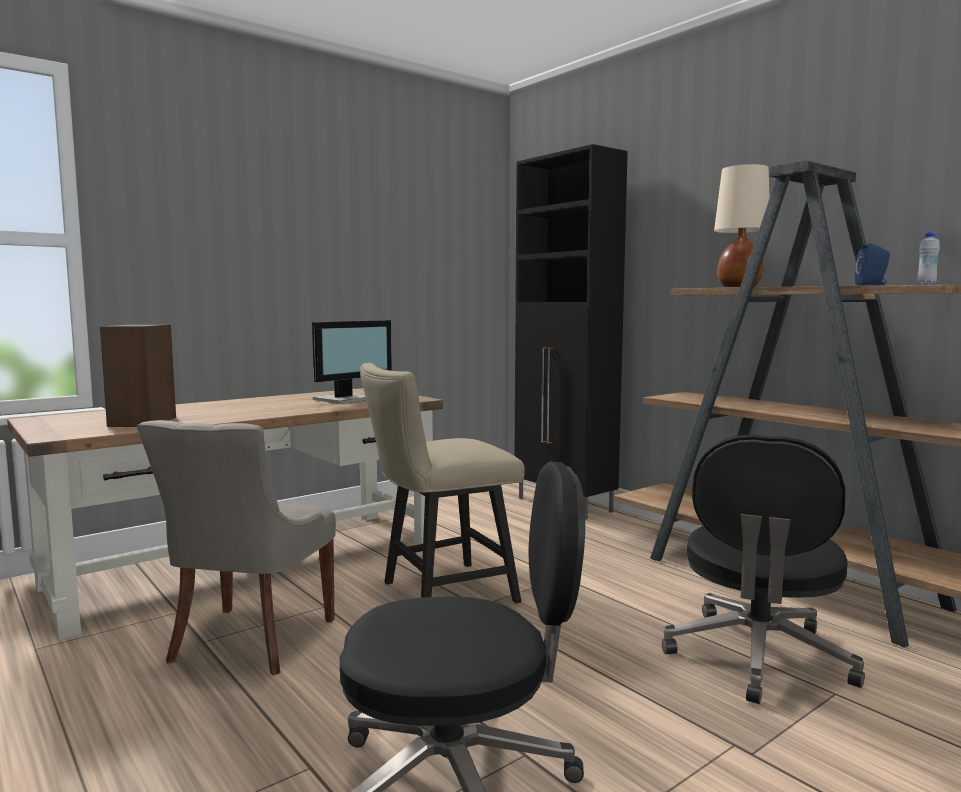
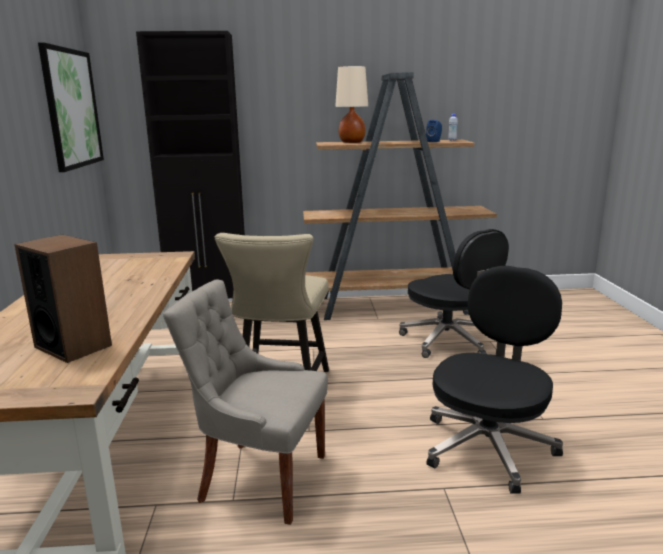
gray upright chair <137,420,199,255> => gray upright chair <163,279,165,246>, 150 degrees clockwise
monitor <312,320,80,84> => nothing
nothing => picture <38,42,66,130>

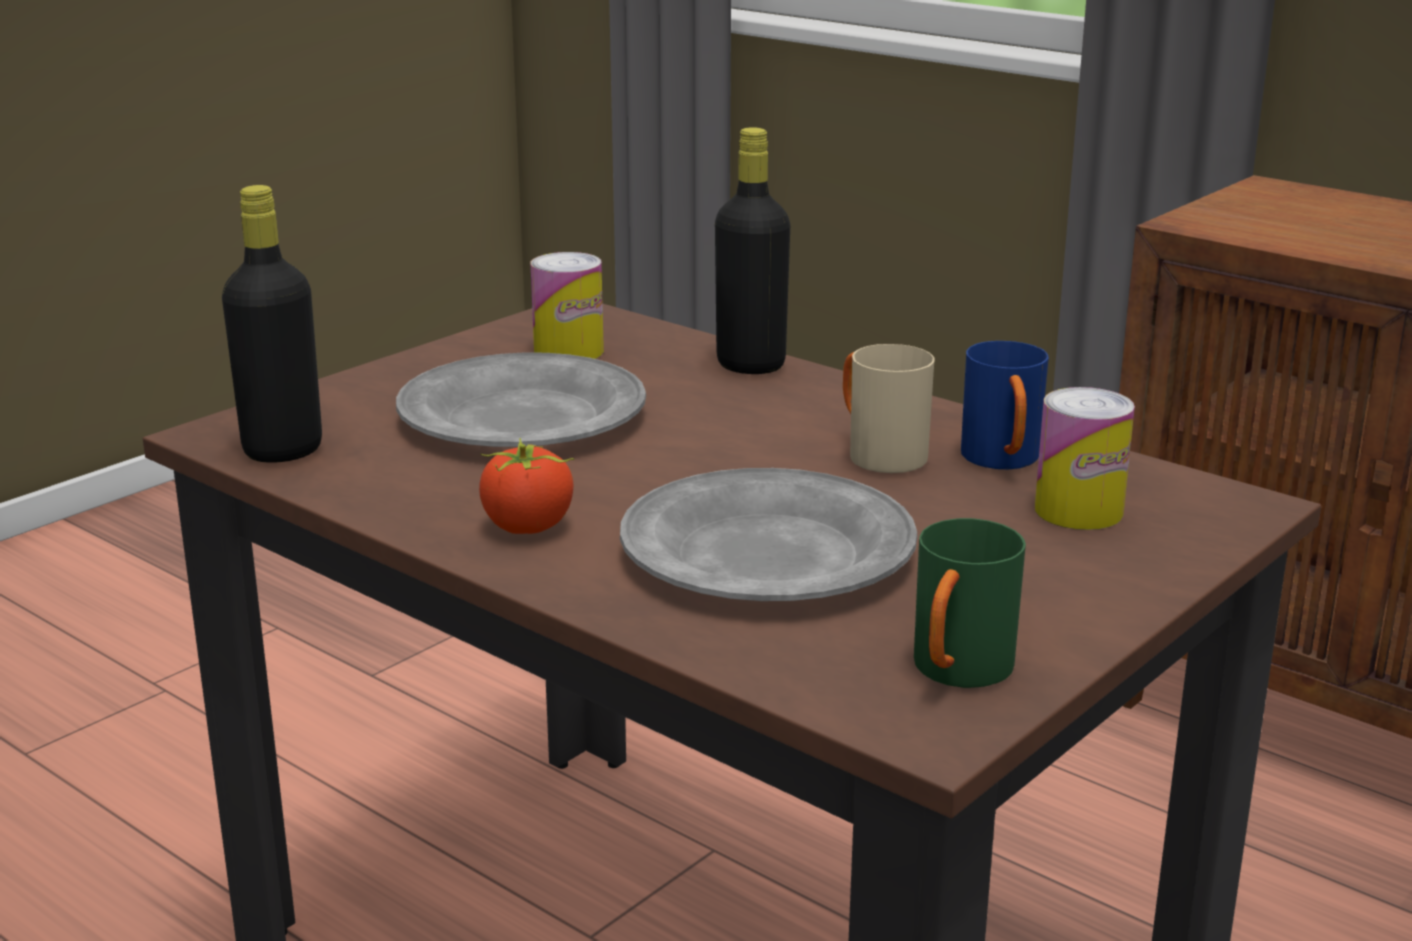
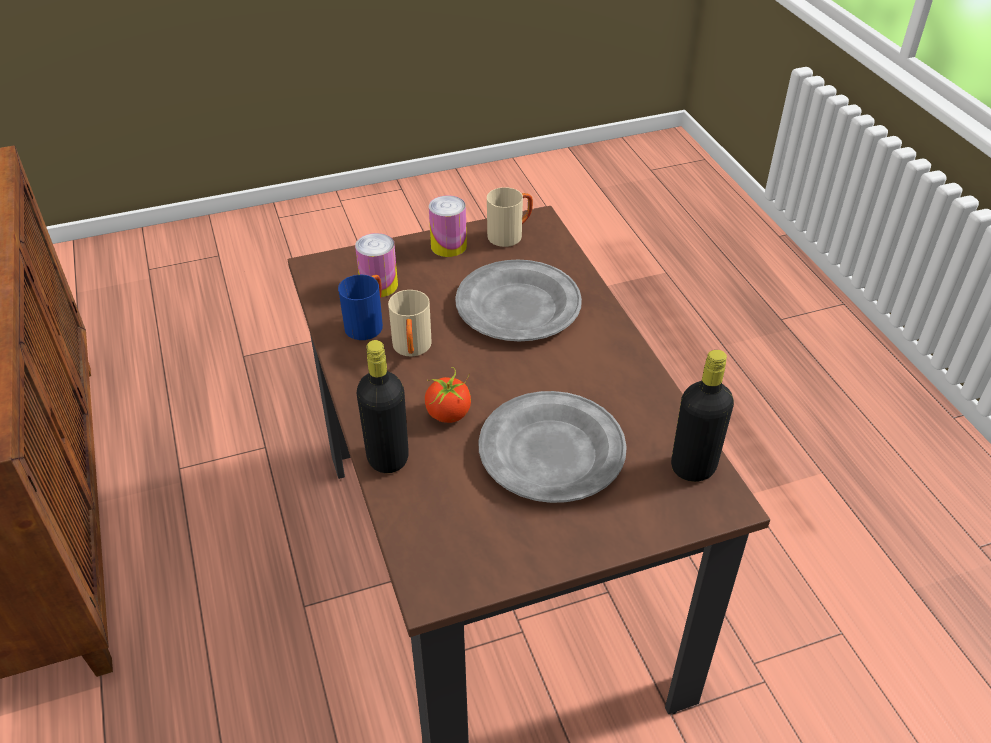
tomato <479,438,95,96> => tomato <425,367,46,56>, move
metal can <531,252,73,107> => metal can <429,195,38,62>, move
green tea mug <914,518,112,170> => beige-coloured tea mug <487,187,46,60>

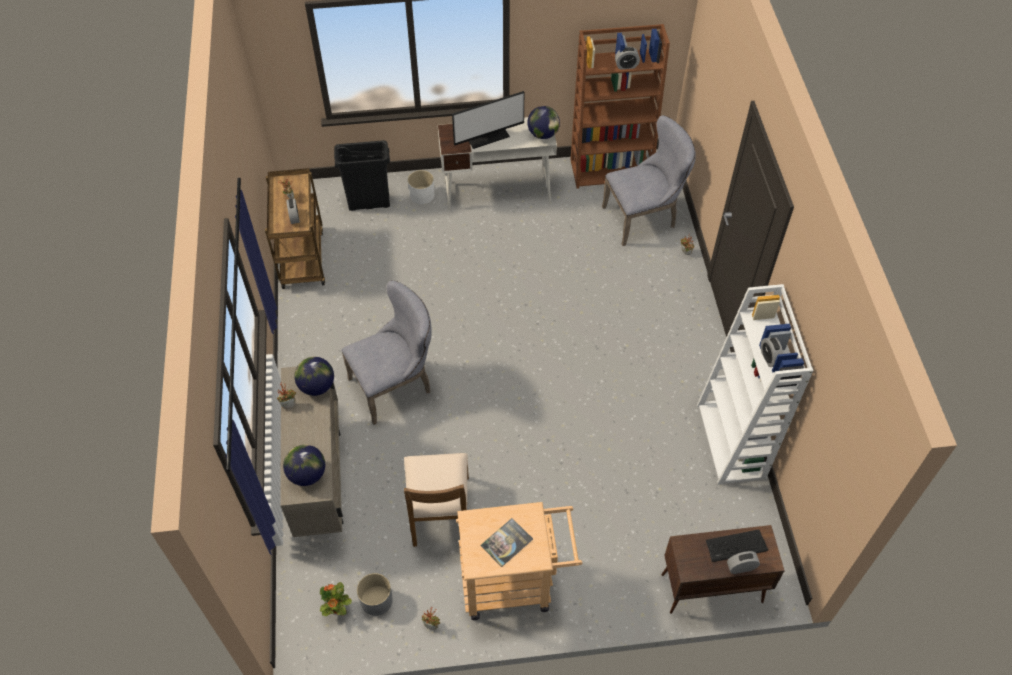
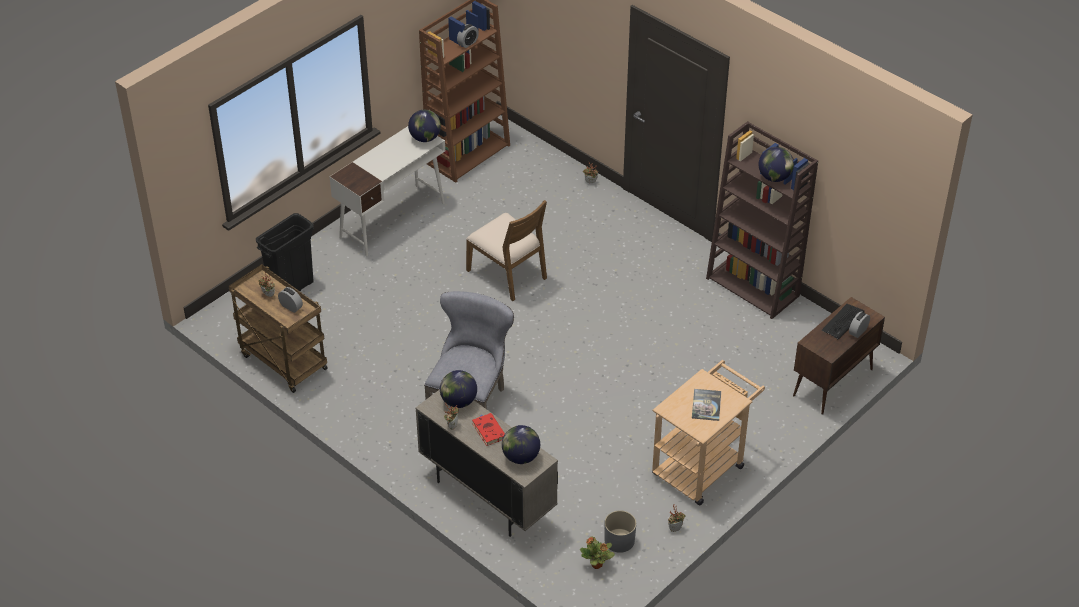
brown upright chair <404,453,65,94> => brown upright chair <466,200,81,101>, move
white-coloured flower pot <408,170,26,35> => nothing
monitor <452,91,72,58> => nothing
gray upright chair <602,115,94,131> => nothing
white-coloured shelving unit <697,284,116,200> => brown shelving unit <706,121,112,198>
table clock <761,338,22,29> => globe <759,147,35,35>
nothing => red volume <472,413,33,33>

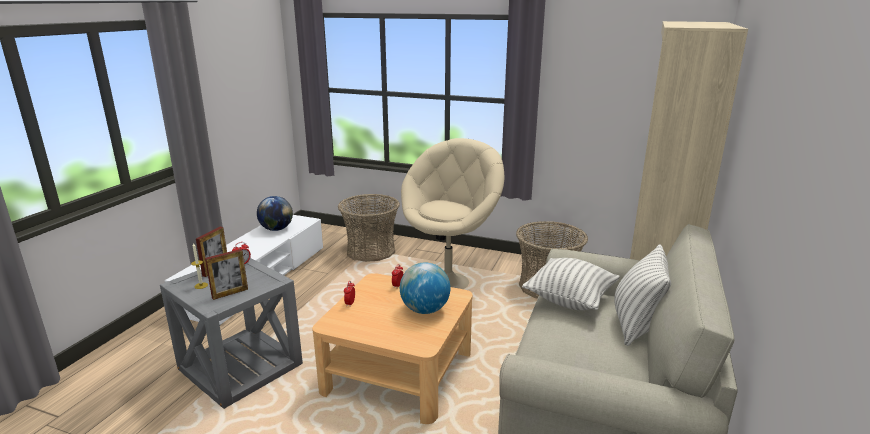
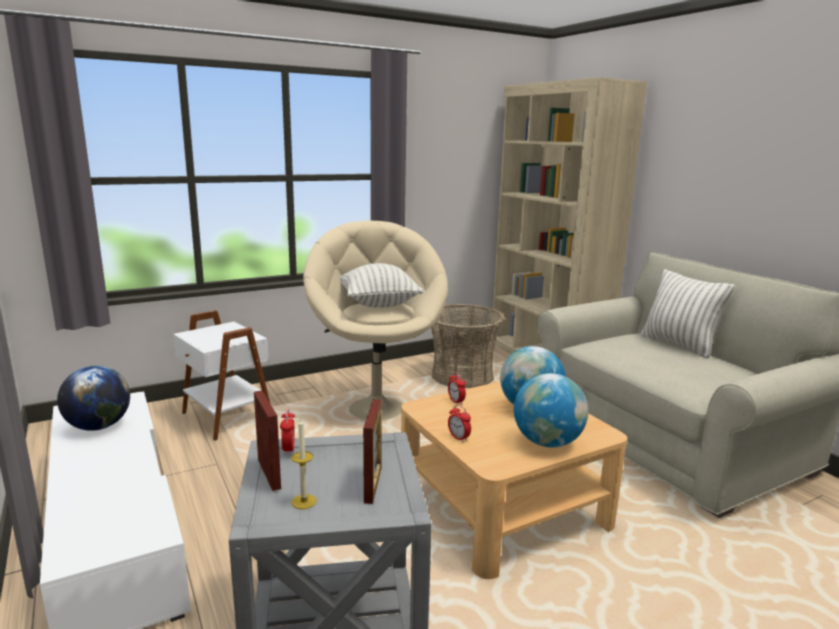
storage basket <338,194,62,68> => white-coloured side table <173,310,98,131>
pillow <522,258,98,52> => pillow <340,263,83,45>, move
nothing => globe <514,373,74,75>

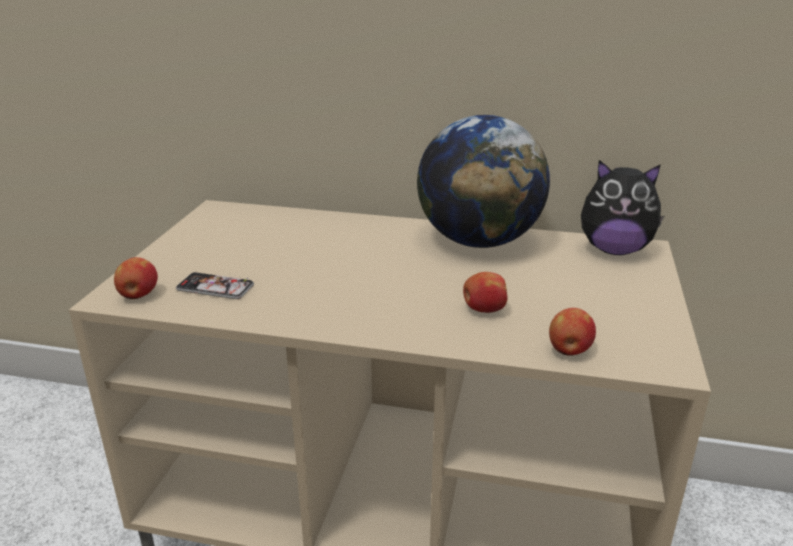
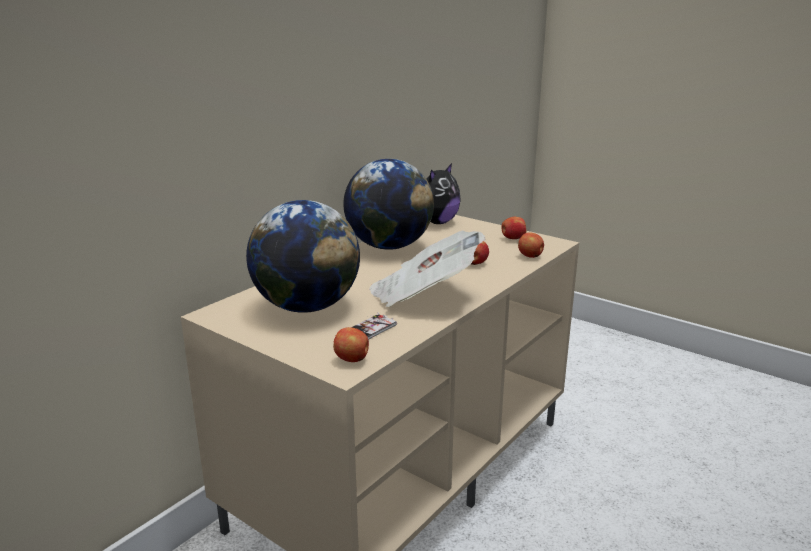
nothing => globe <246,200,114,113>
nothing => newspaper <369,231,116,76>
nothing => whole apple <501,217,25,22>

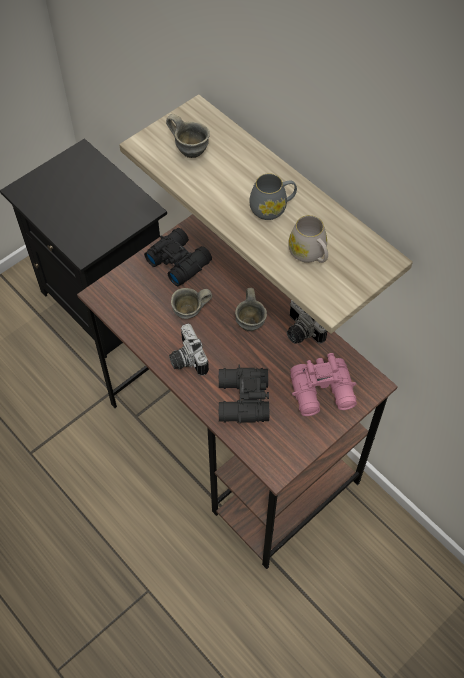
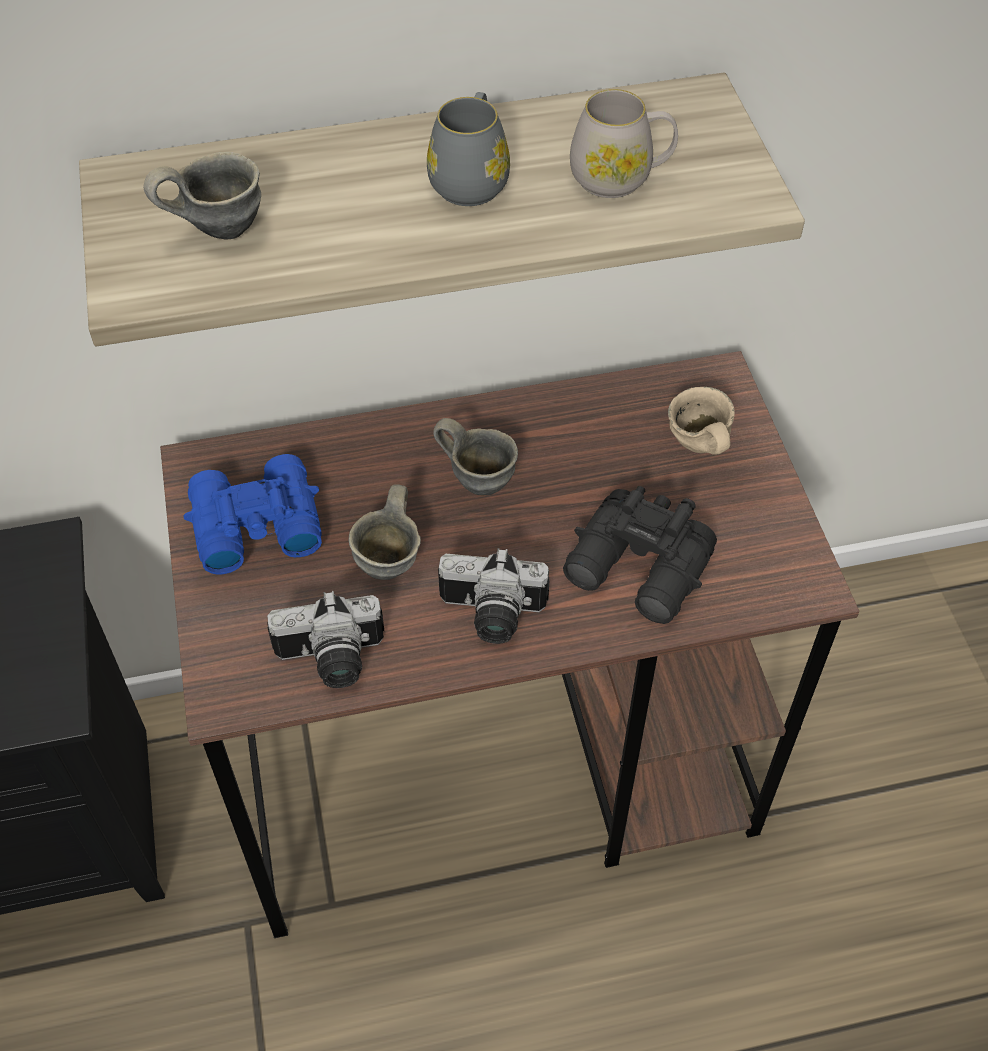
black-coloured field glasses <144,228,68,58> => blue-coloured field glasses <183,454,139,120>
photo camera <287,300,40,44> => photo camera <267,591,117,97>, move
pink field glasses <290,353,67,63> => beige-coloured tea mug <668,387,67,68>

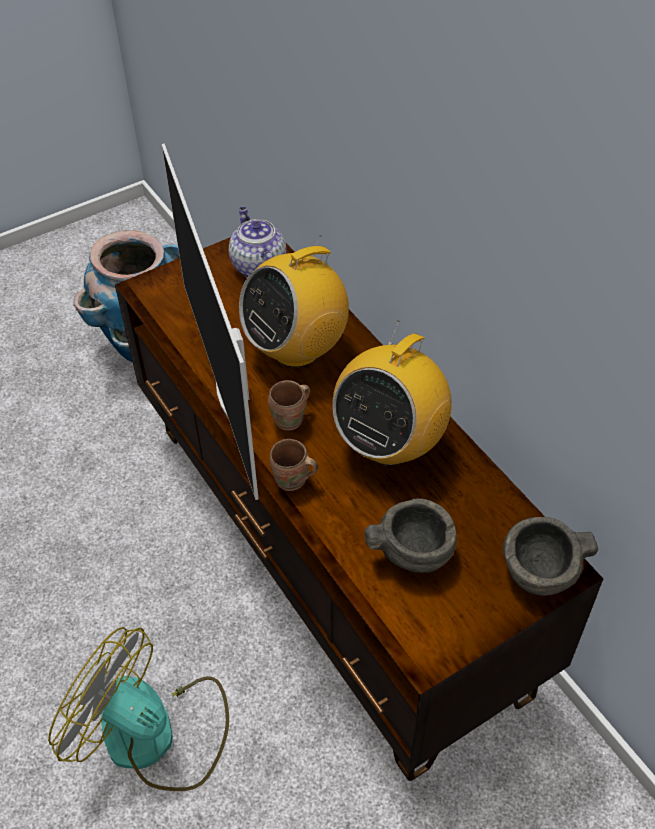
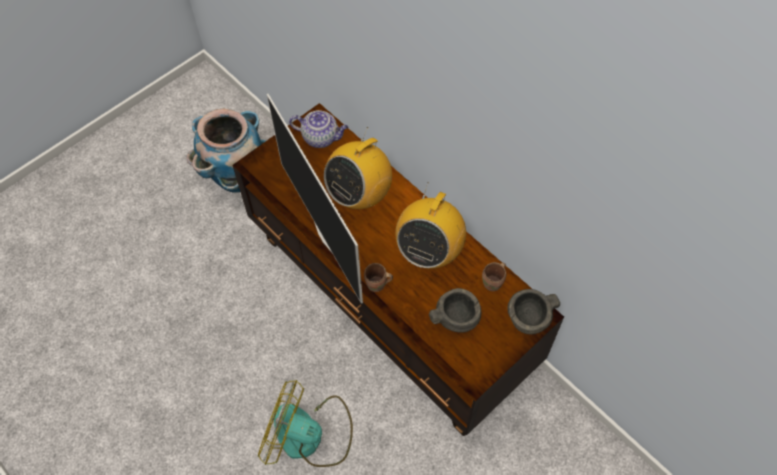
teapot <229,207,57,70> => teapot <289,110,60,38>, 135 degrees clockwise
brown tea mug <268,380,42,51> => brown tea mug <482,262,24,29>, move

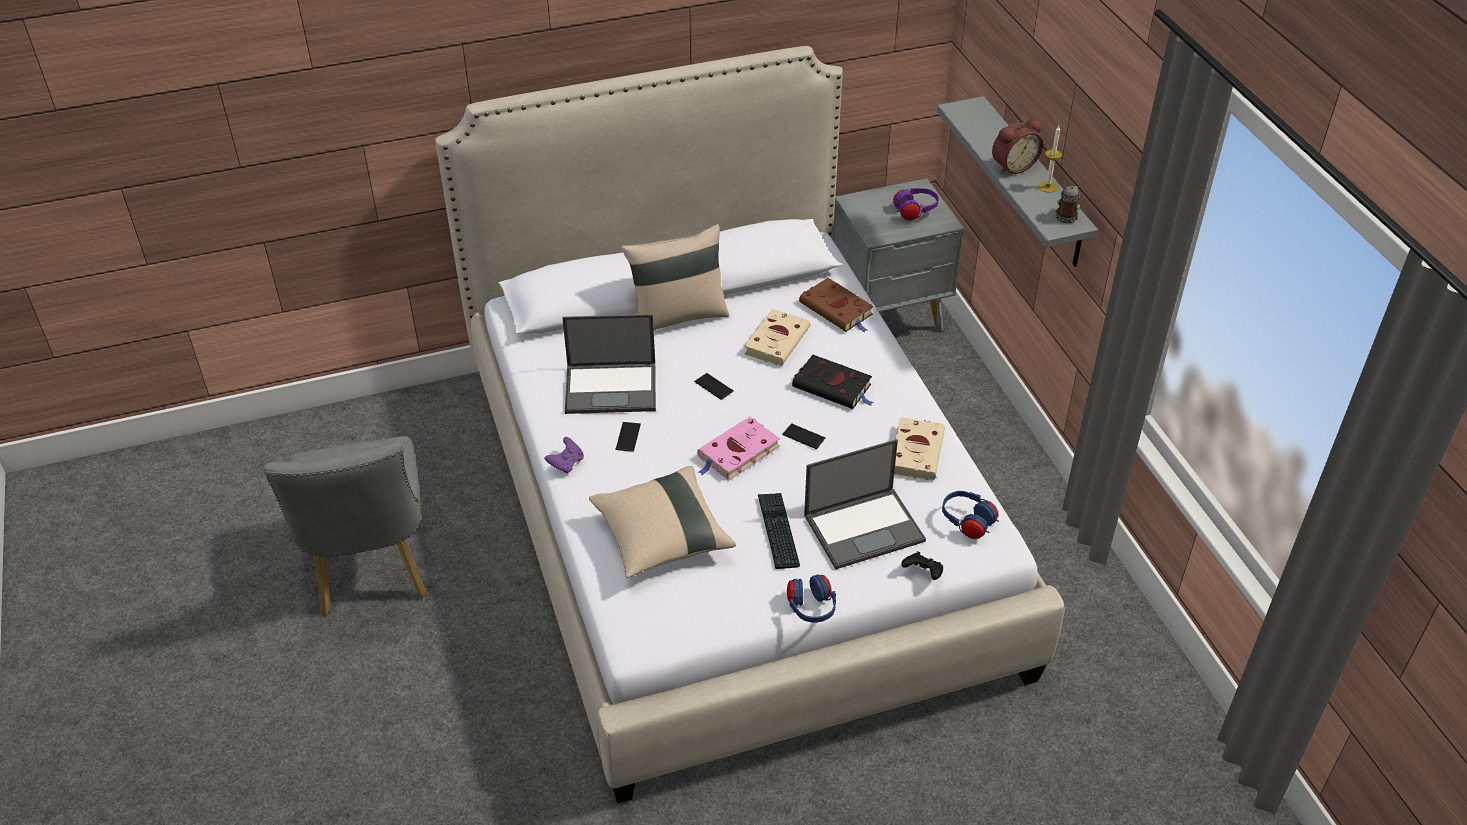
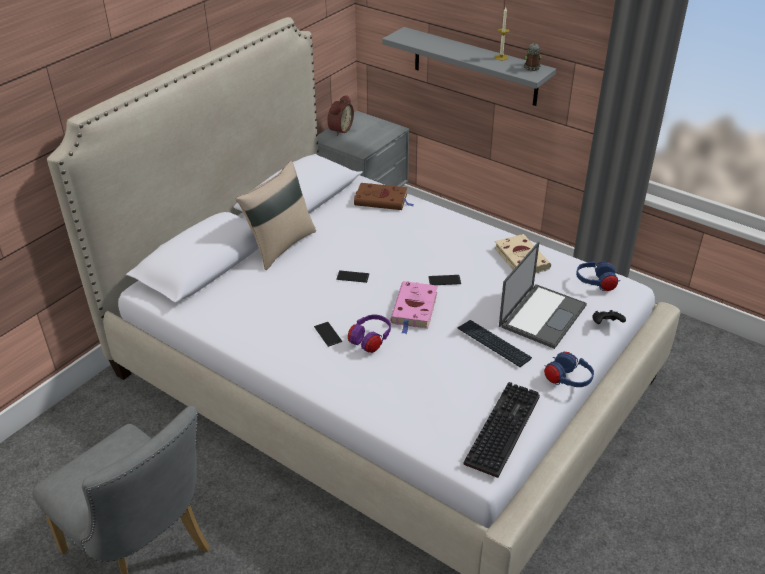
purple joypad <544,437,40,36> => nothing
laptop <562,314,94,100> => nothing
beige-coloured pillow <589,466,147,112> => nothing
beige-coloured volume <744,309,66,57> => nothing
black-coloured volume <792,355,82,54> => nothing
purple headphones <892,188,47,32> => purple headphones <348,314,43,39>, move
table clock <992,118,51,56> => table clock <327,95,27,41>, move
nothing => PC keyboard <463,382,77,96>

